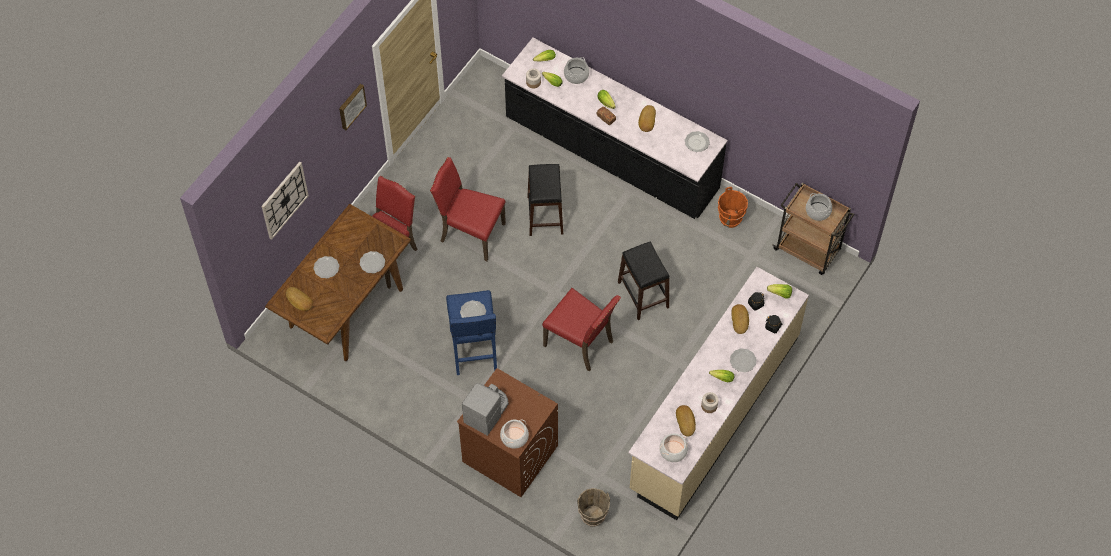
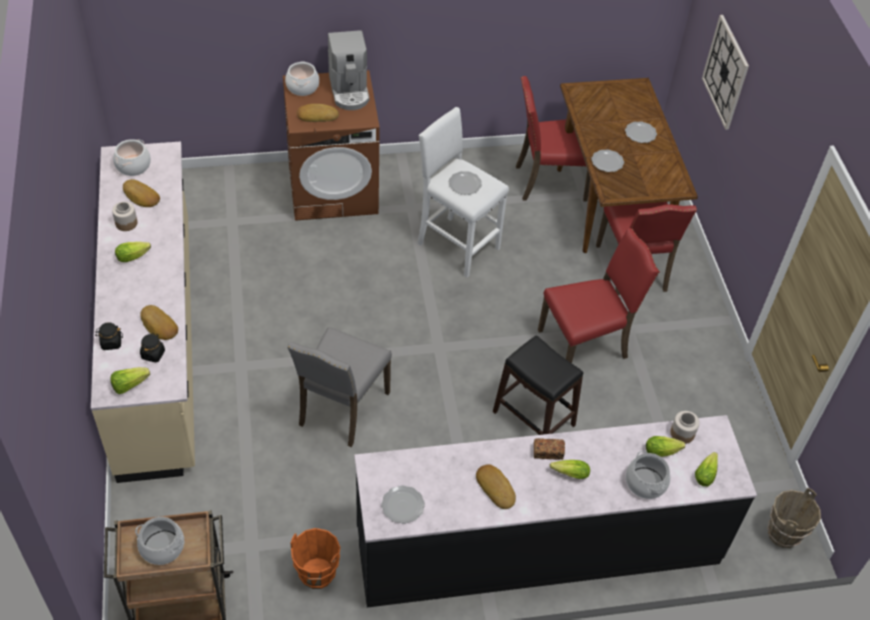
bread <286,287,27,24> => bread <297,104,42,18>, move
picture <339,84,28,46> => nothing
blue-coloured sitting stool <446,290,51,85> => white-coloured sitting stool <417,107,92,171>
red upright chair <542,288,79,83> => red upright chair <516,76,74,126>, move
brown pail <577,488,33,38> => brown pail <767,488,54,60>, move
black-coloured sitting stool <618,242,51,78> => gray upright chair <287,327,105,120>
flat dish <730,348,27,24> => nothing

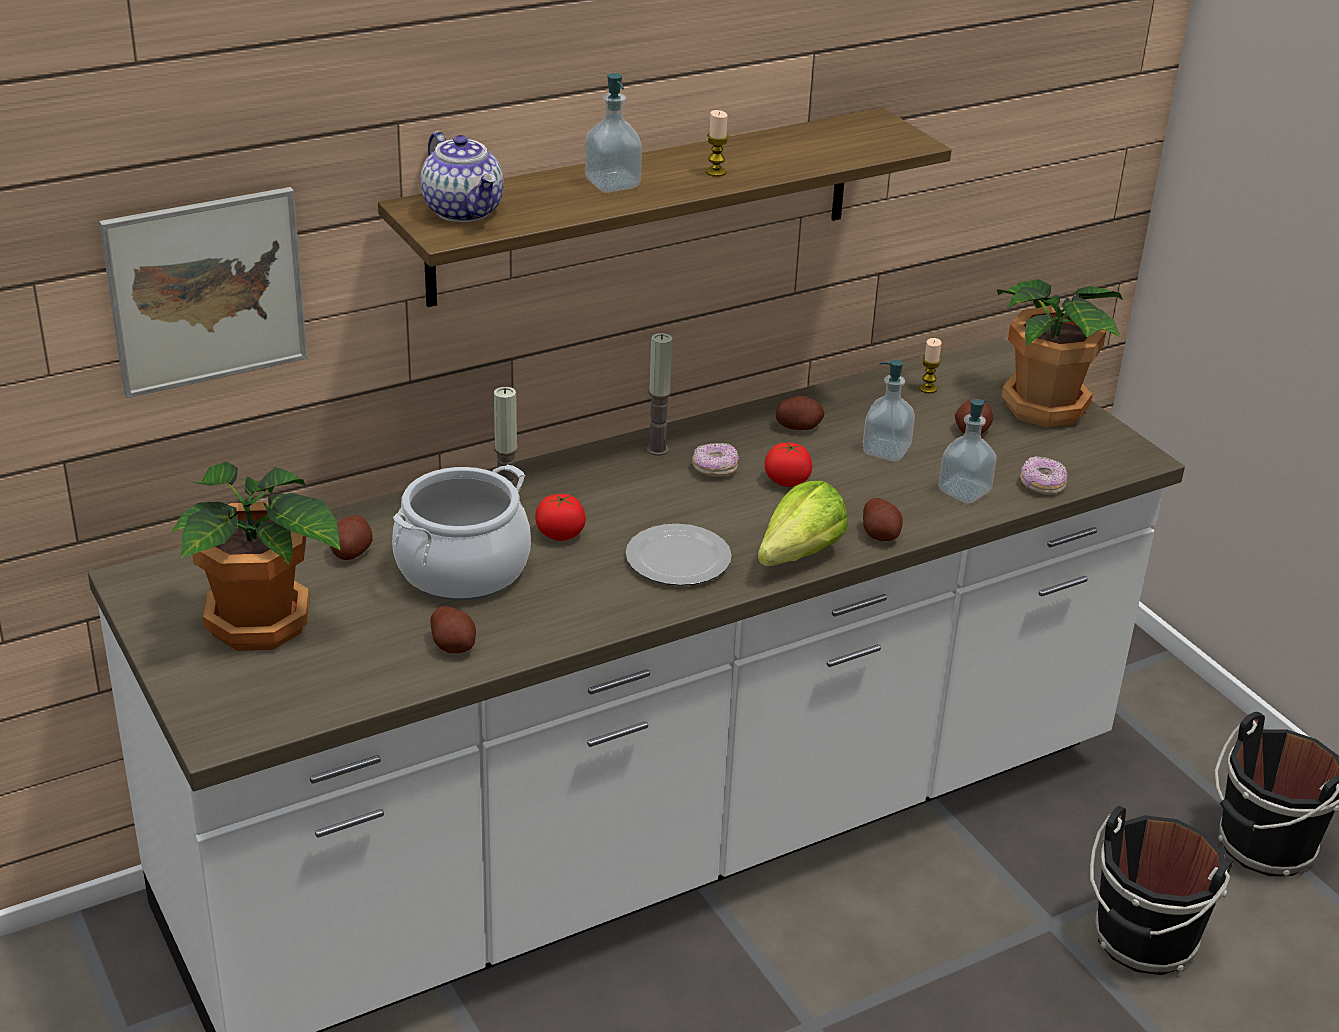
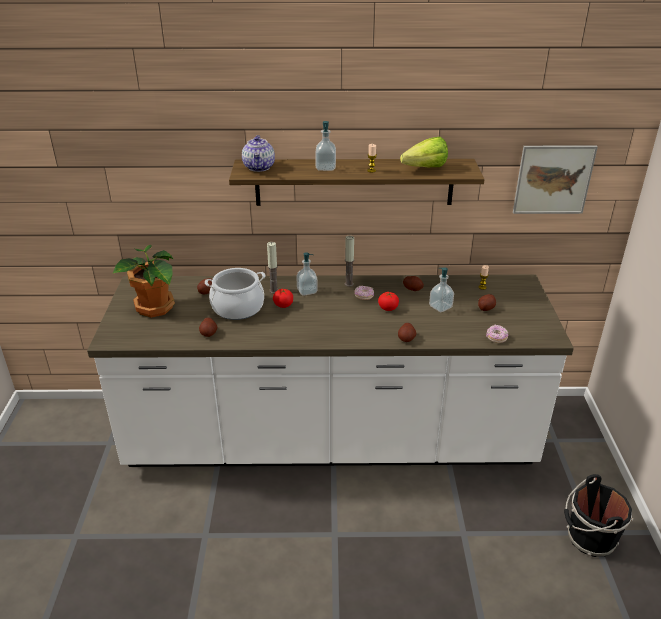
picture <99,187,209,211> => picture <513,145,85,69>, move
flat dish <625,524,107,62> => nothing
lettuce head <758,481,90,85> => lettuce head <400,137,48,30>, move
soap bottle <938,398,59,106> => soap bottle <296,252,22,44>, move
potted plant <997,279,126,149> => nothing
black-coloured pail <1090,806,143,169> => nothing

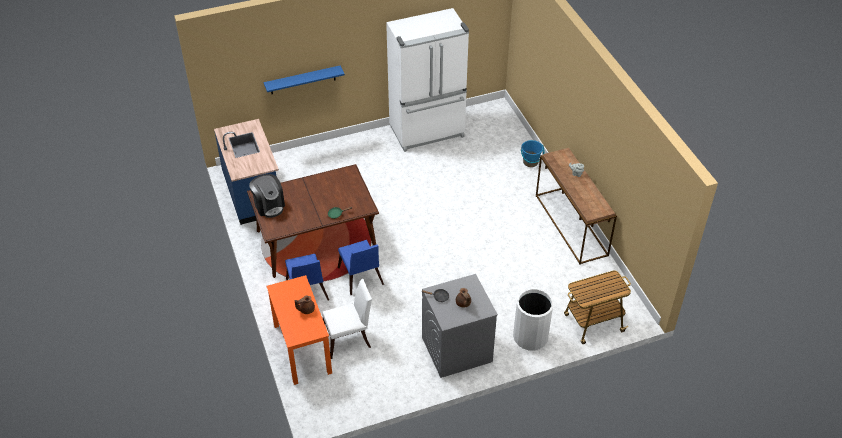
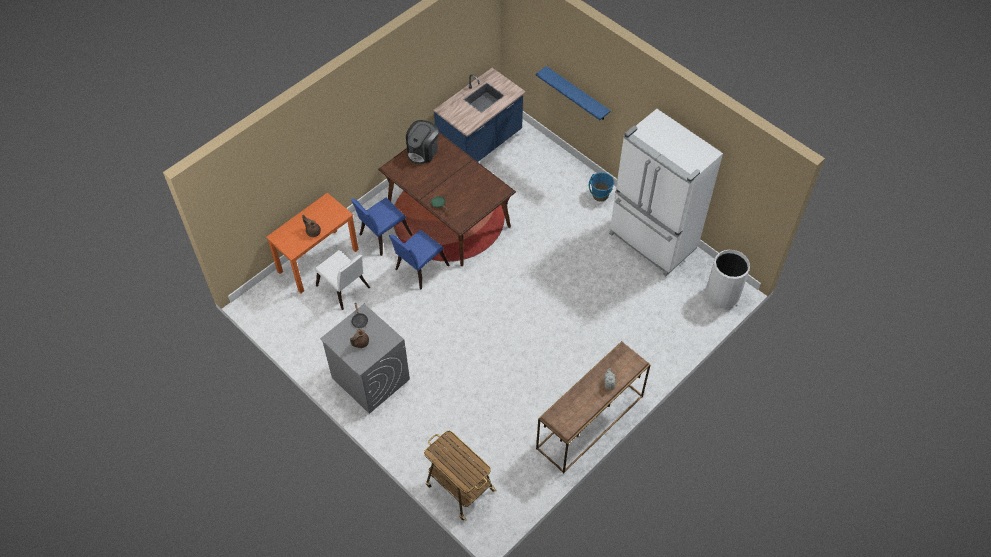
white-coloured waste bin <513,289,40,62> => white-coloured waste bin <705,250,45,58>, move
blue-coloured pail <521,140,23,27> => blue-coloured pail <589,172,25,30>, move

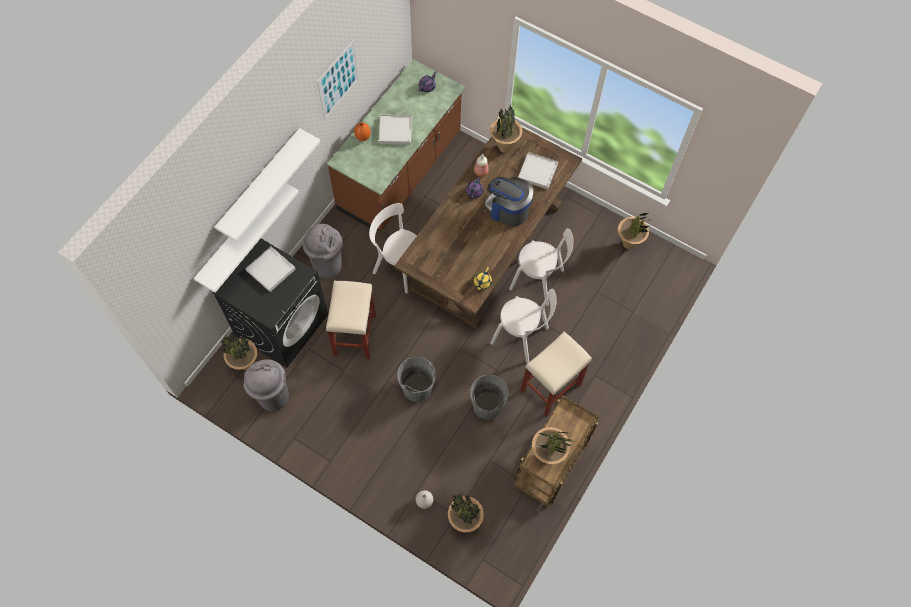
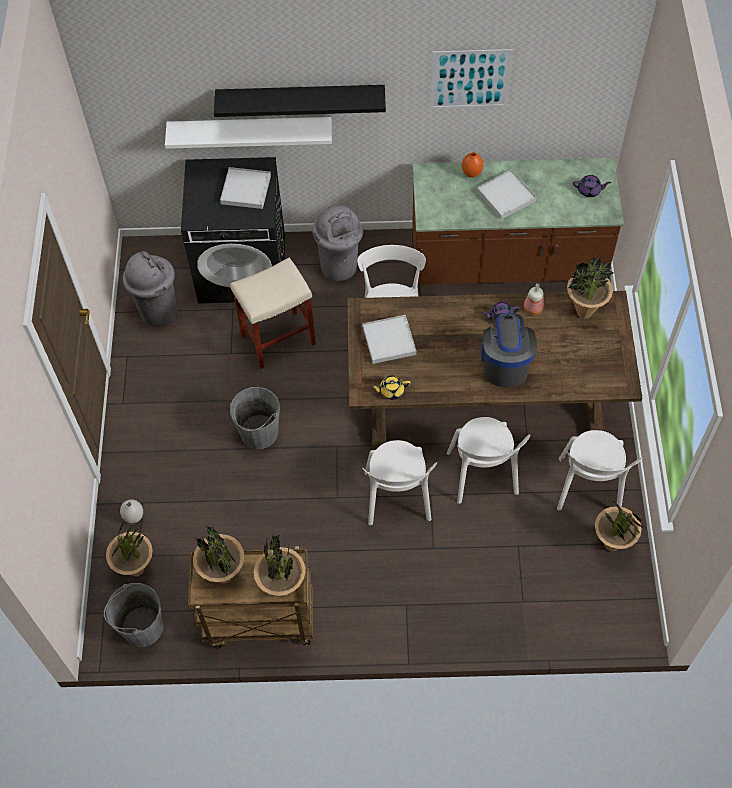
white-coloured bracket shelf <215,128,105,113> => black-coloured bracket shelf <214,85,172,32>
potted plant <220,334,37,36> => potted plant <254,534,52,63>, move
gray pail <470,375,39,45> => gray pail <104,583,59,64>, move
white-coloured tray <518,152,40,37> => white-coloured tray <363,315,54,49>, move
beige-coloured sitting stool <520,332,72,85> => nothing
nothing => white-coloured upright chair <557,430,85,80>

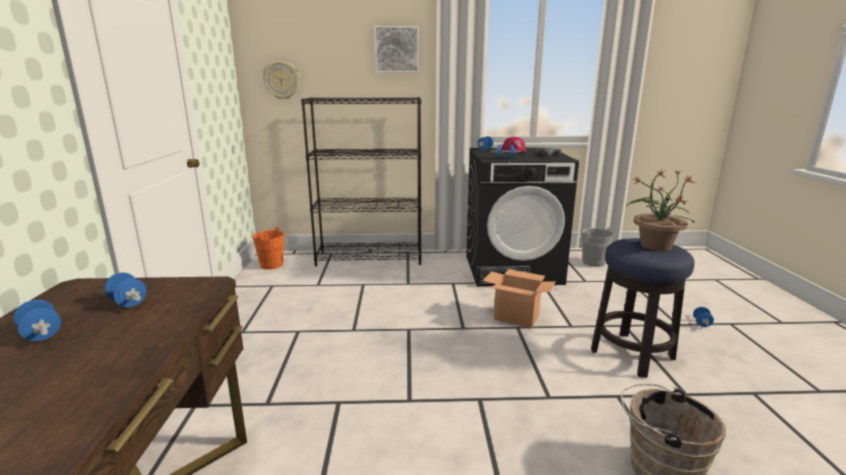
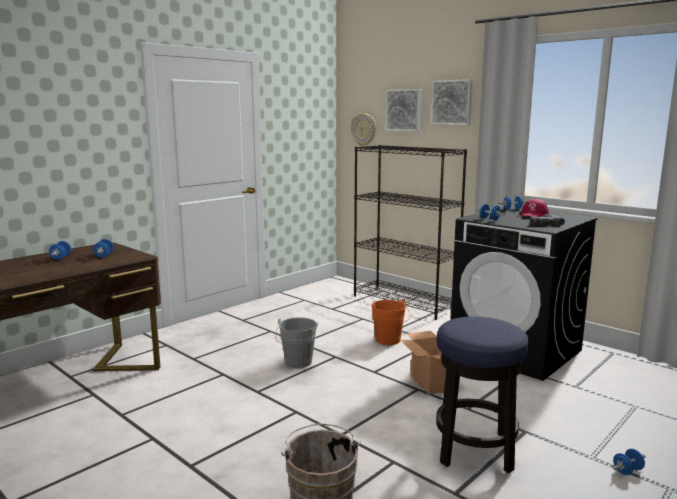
orangey pail <252,227,38,43> => orangey pail <371,299,39,46>, move
gray pail <582,227,35,40> => gray pail <275,317,43,51>, move
potted plant <627,168,69,83> => nothing
nothing => picture <385,89,37,42>

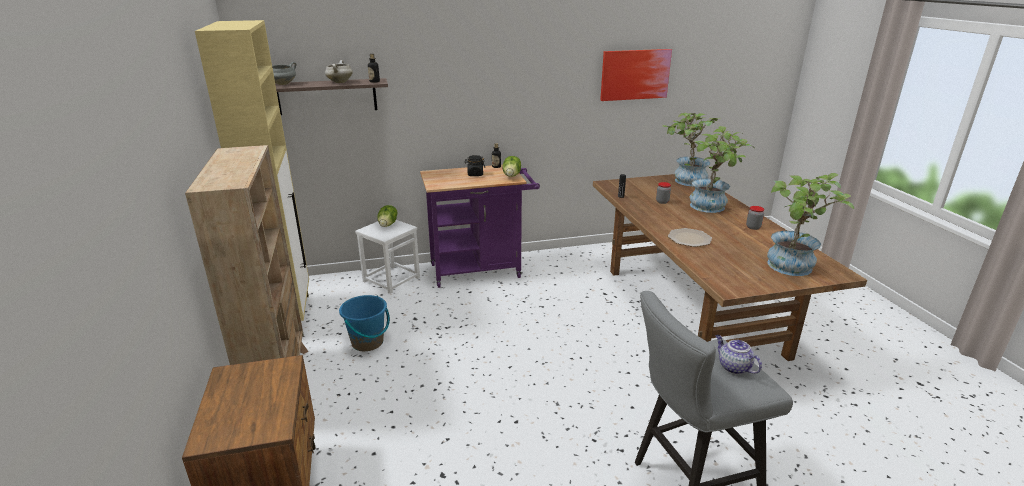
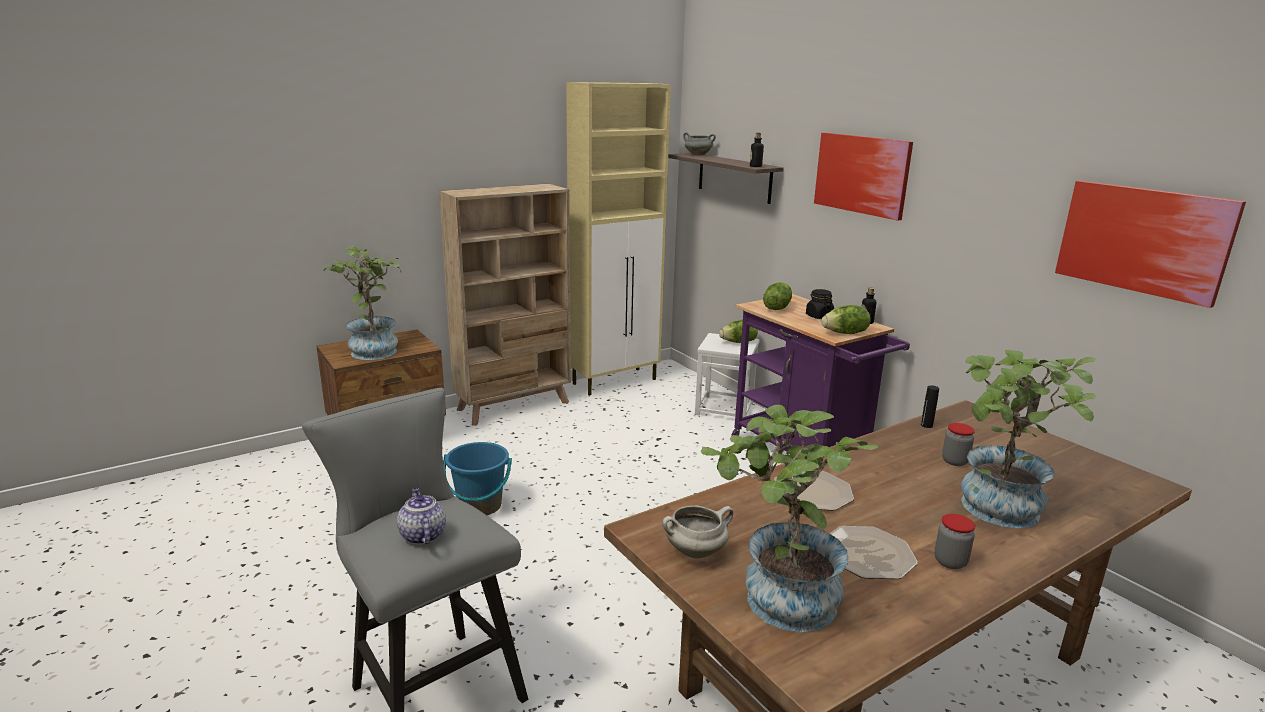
white-coloured stockpot <325,60,28,23> => white-coloured stockpot <662,505,72,54>, move
blue-coloured pail <339,295,51,56> => blue-coloured pail <443,442,69,73>, move
potted plant <663,113,58,73> => potted plant <323,246,78,114>, move
teapot <716,335,46,39> => teapot <397,488,49,56>, 60 degrees counterclockwise
nothing => lettuce head <763,283,29,27>
nothing => picture <814,133,99,88>
nothing => flat dish <829,526,89,53>

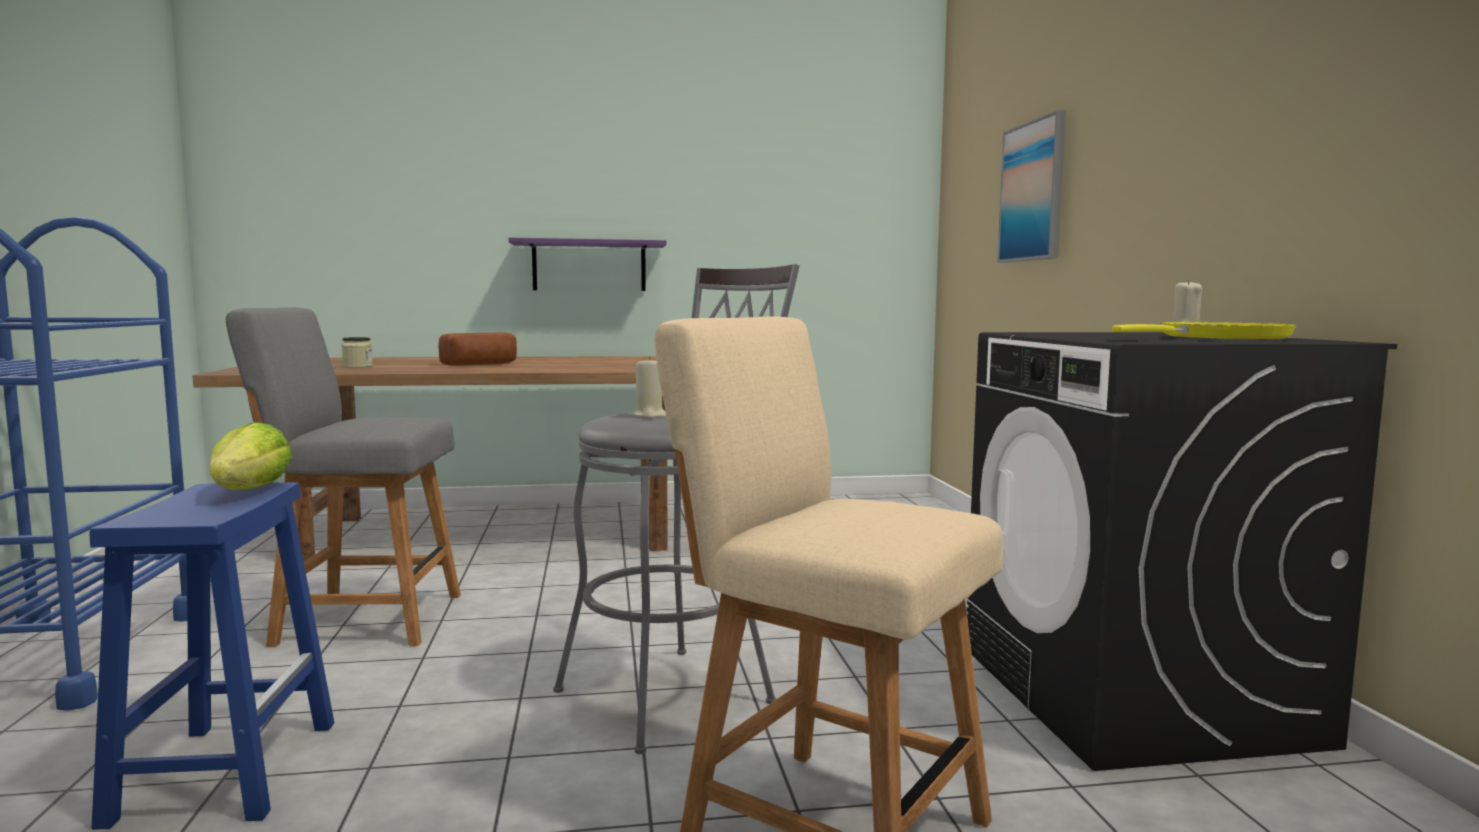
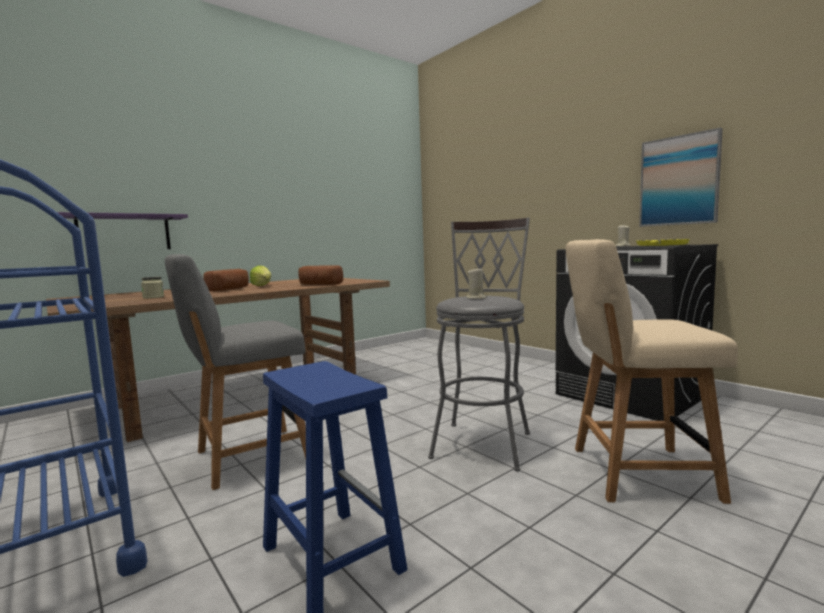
lettuce head <209,422,83,68> => lettuce head <250,265,21,21>, move
purple bracket shelf <509,238,157,53> => purple bracket shelf <57,212,131,37>, move
picture <997,110,69,153> => picture <639,127,84,100>, move
nothing => bread <298,265,45,20>

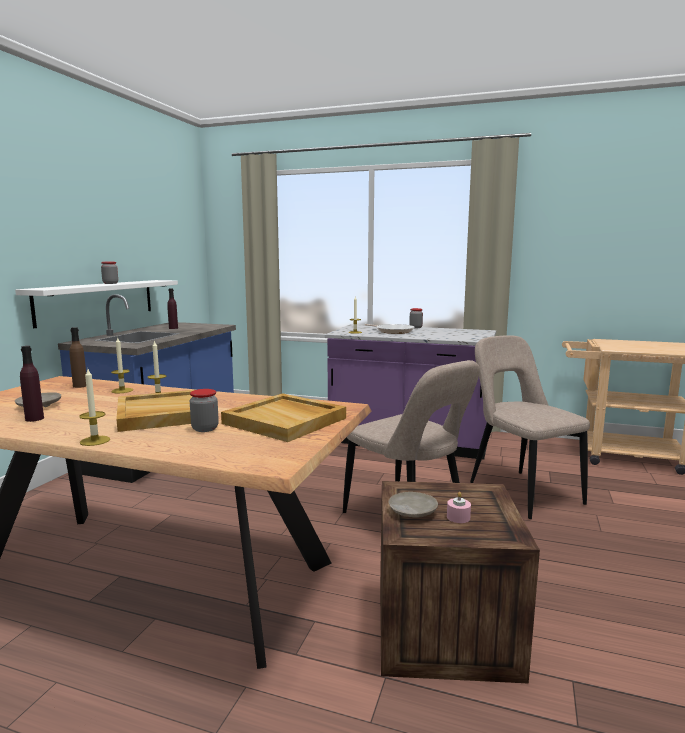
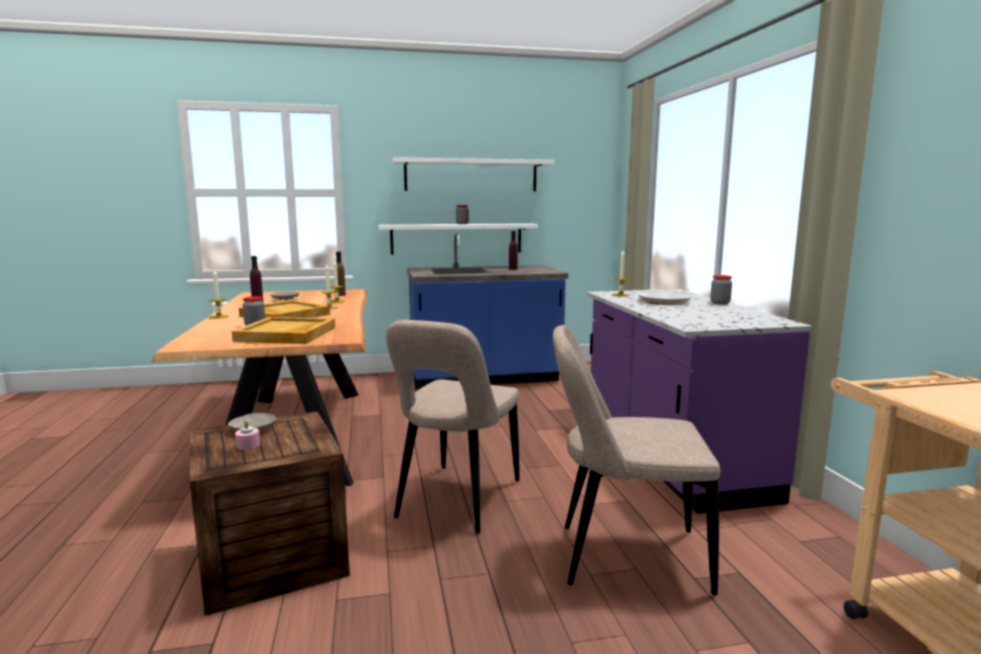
beige-coloured upright chair <470,336,120,183> => beige-coloured upright chair <553,325,167,270>, 120 degrees counterclockwise
nothing => white-coloured bracket shelf <392,157,162,34>

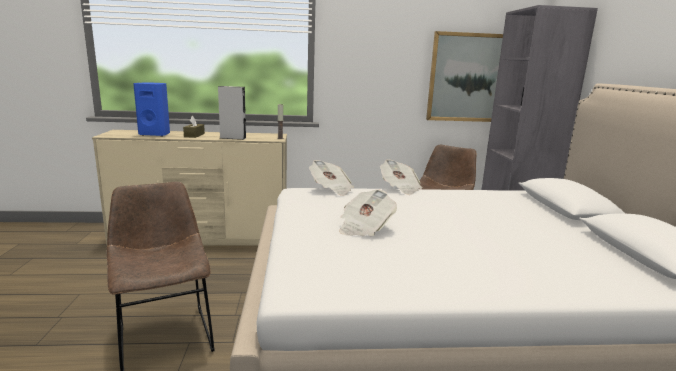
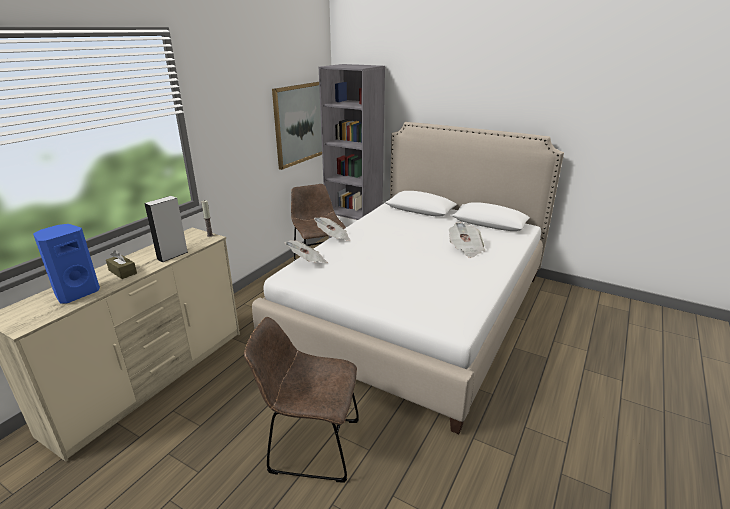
newspaper <339,190,58,46> => newspaper <449,222,36,36>, move

